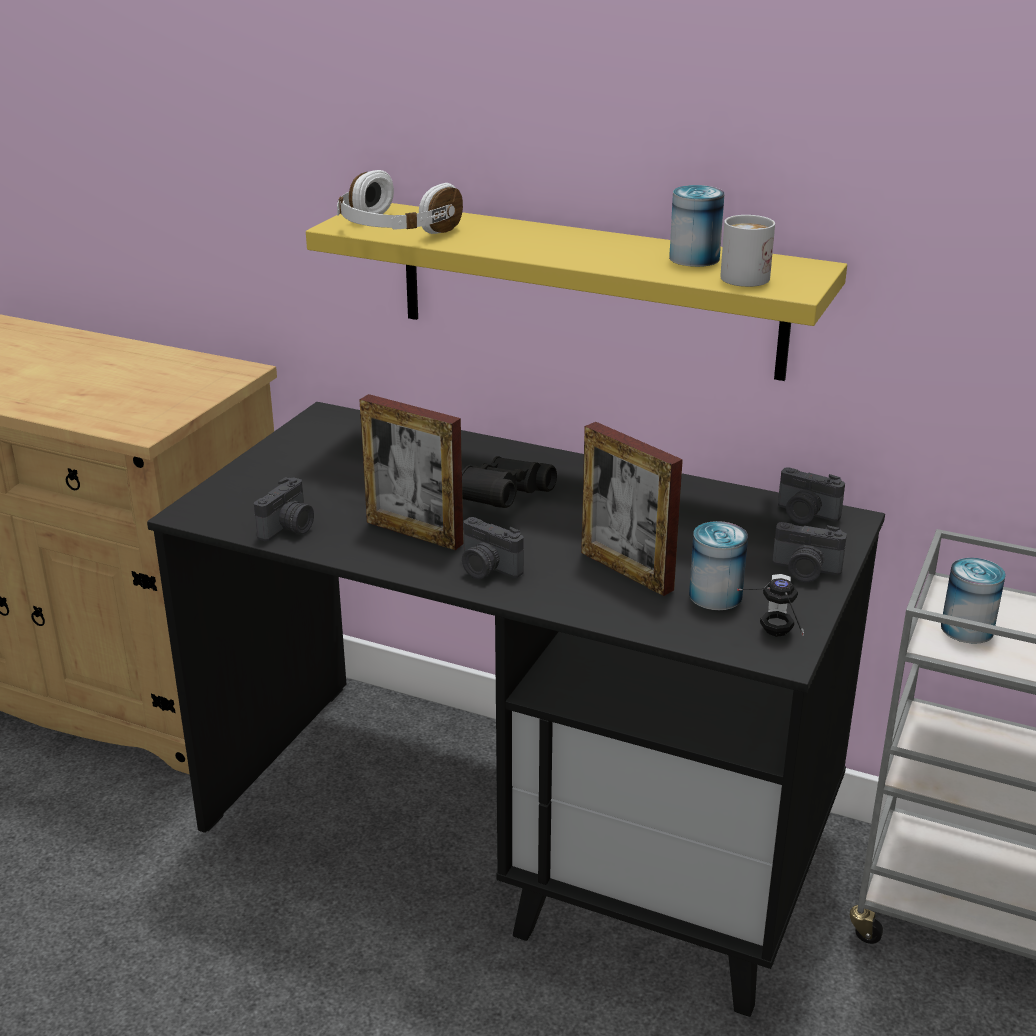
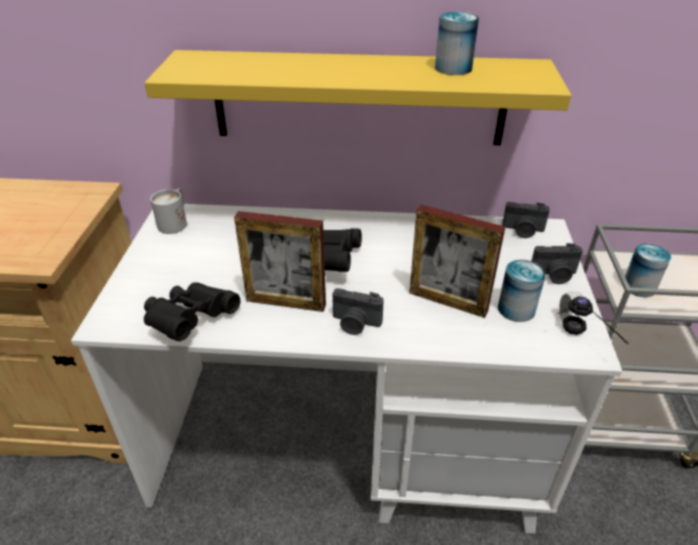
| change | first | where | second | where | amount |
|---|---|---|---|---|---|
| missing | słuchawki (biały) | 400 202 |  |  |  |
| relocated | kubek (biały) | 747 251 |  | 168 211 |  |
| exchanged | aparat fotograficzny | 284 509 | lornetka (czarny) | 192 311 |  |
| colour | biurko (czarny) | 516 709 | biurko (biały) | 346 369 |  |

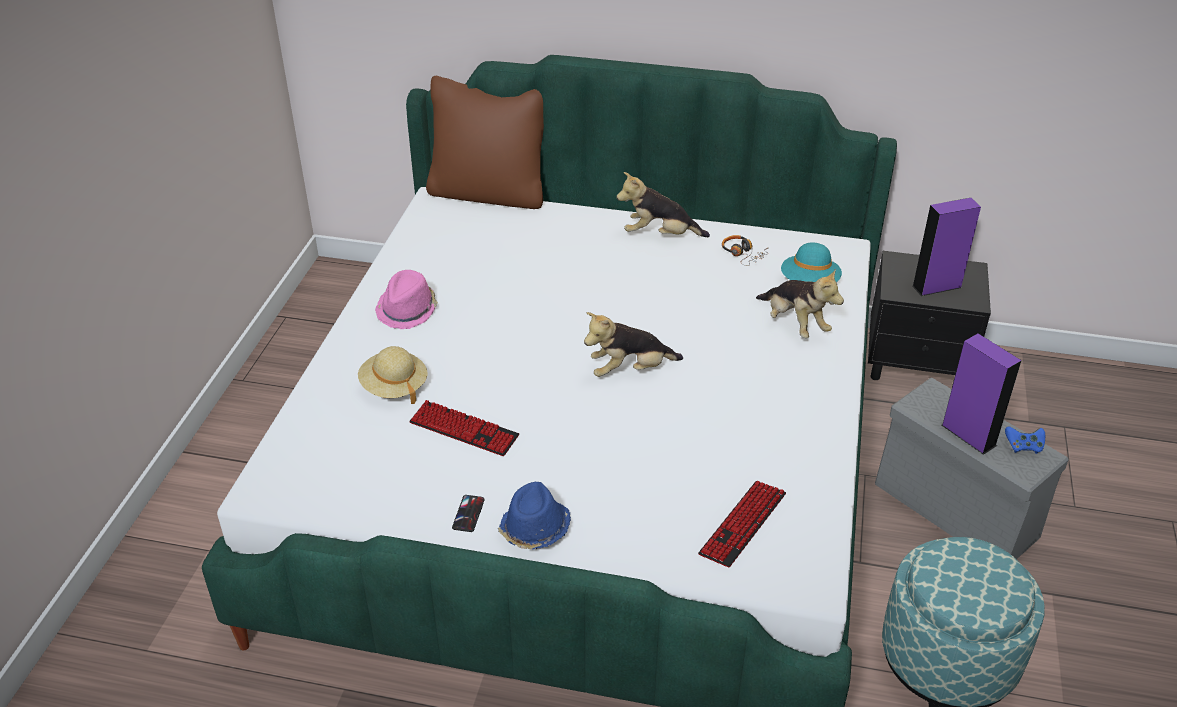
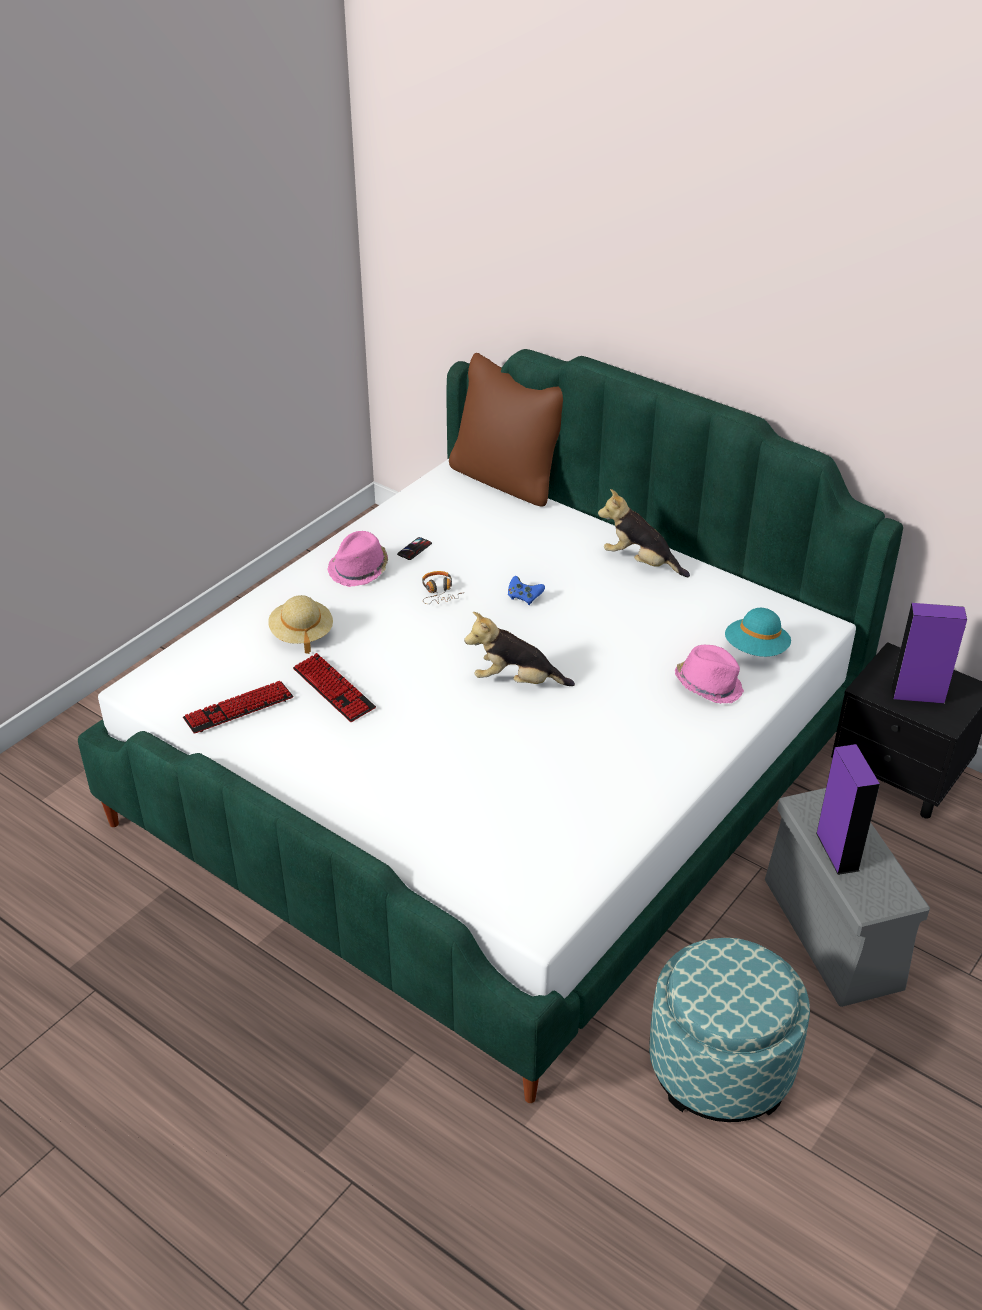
| change | first | where | second | where | amount |
|---|---|---|---|---|---|
| missing | kapelusz (niebieski) | 534 515 |  |  |  |
| relocated | telefon | 468 513 |  | 414 548 |  |
| relocated | klawiatura | 742 524 |  | 238 707 |  |
| relocated | słuchawki | 745 250 |  | 443 587 |  |
| relocated | pad do gier (niebieski) | 1025 440 |  | 526 590 |  |
| exchanged | pluszak | 800 303 | kapelusz (różowy) | 709 674 |  |

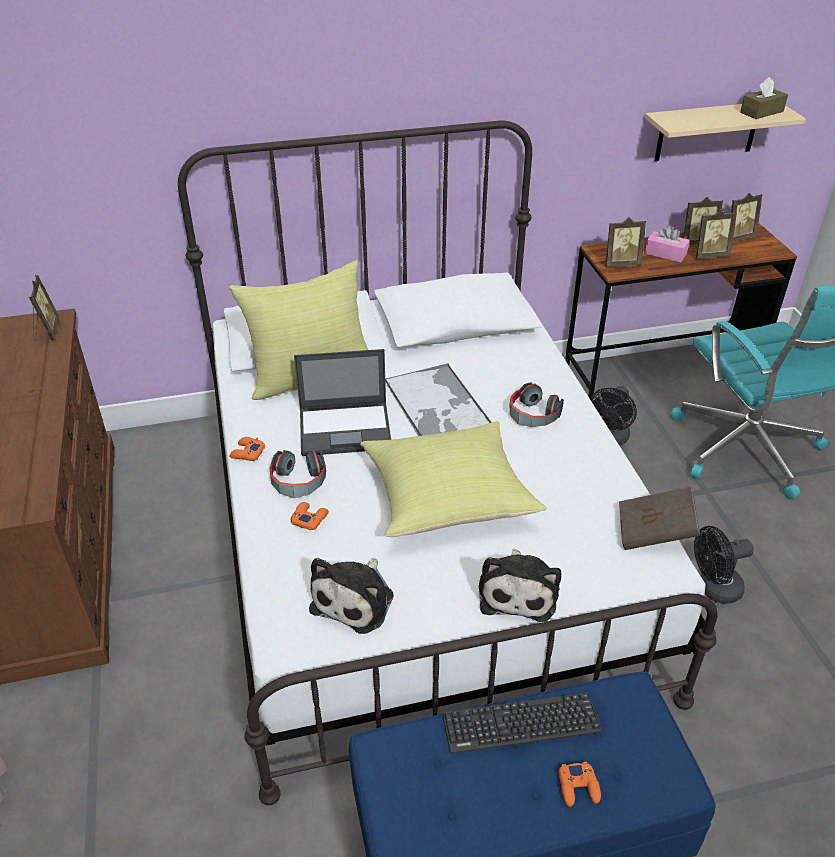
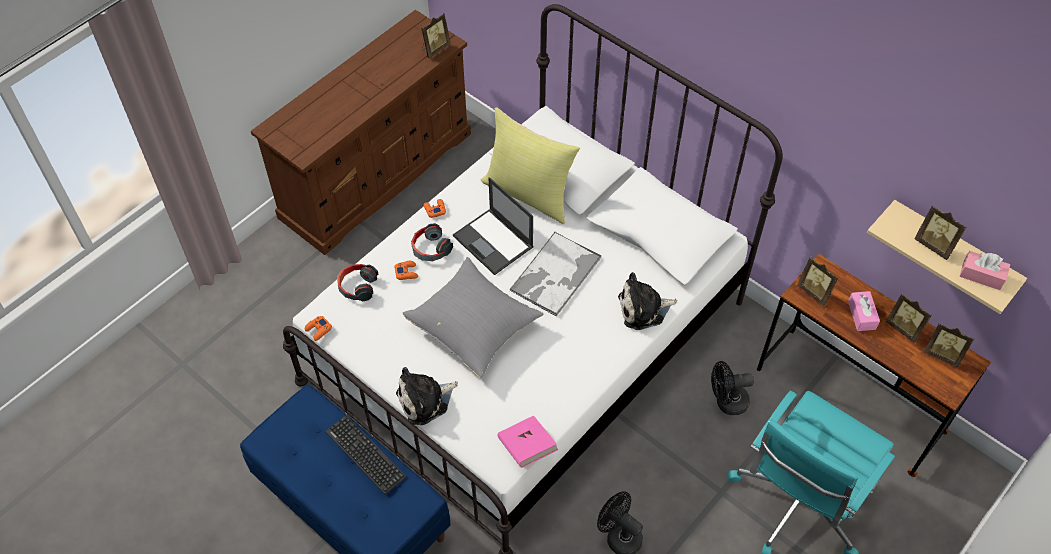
| change | first | where | second | where | amount |
|---|---|---|---|---|---|
| relocated | pluszak | 351 595 |  | 647 301 |  |
| relocated | słuchawki | 537 404 |  | 358 282 |  |
| relocated | pad do gier (pomarańczowy) | 580 784 |  | 318 328 |  |
| relocated | ramka na zdjęcie | 715 234 |  | 940 232 |  |
| colour | poduszka (żółty) | 453 479 | poduszka (szary) | 473 317 |  |
| colour | książka (brązowy) | 659 518 | książka (różowy) | 527 442 |  |
| colour | pudełko chusteczek (brązowy) | 764 98 | pudełko chusteczek (różowy) | 985 270 |  |

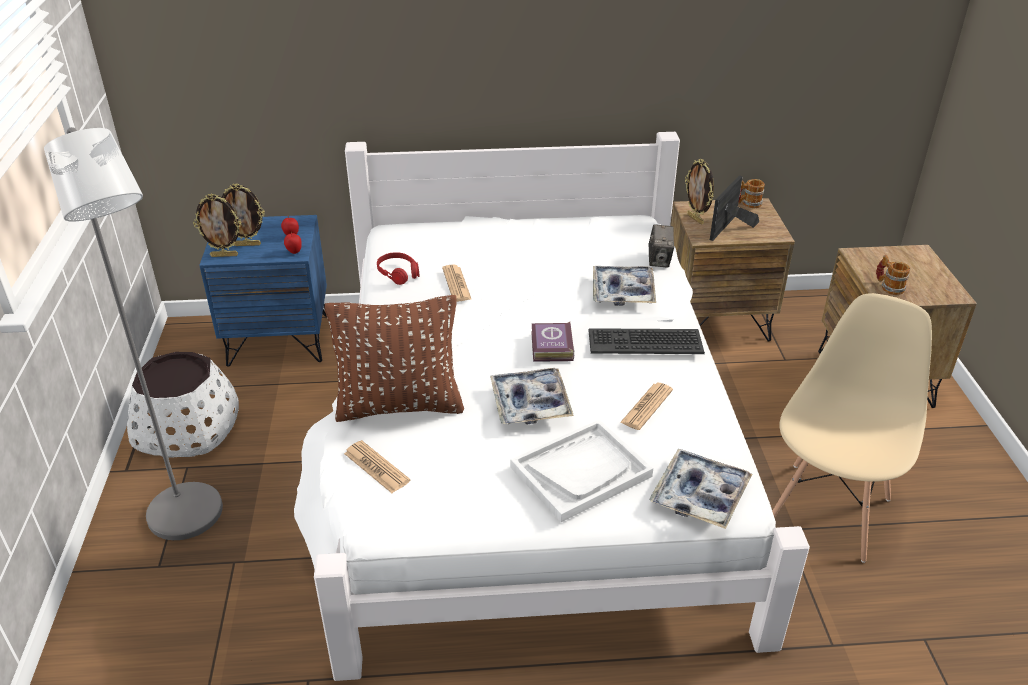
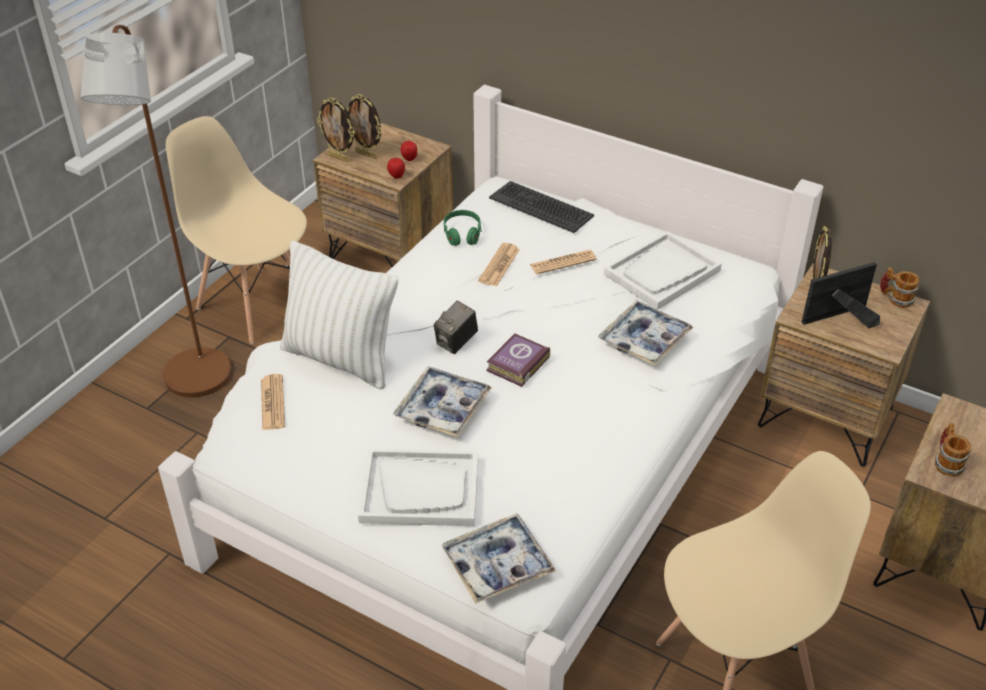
| change | first | where | second | where | amount |
|---|---|---|---|---|---|
| appeared |  |  | taca (biały) | 663 270 |  |
| relocated | klawiatura | 646 341 |  | 541 207 |  |
| relocated | gazeta | 646 406 |  | 563 262 |  |
| relocated | aparat fotograficzny | 661 246 |  | 456 327 |  |
| exchanged | donica (biały) | 183 405 | krzesło (beżowy) | 236 230 |  |
| colour | lampa stojąca (szary) | 133 333 | lampa stojąca (brązowy) | 156 211 |  |
| colour | szafka nocna (niebieski) | 263 291 | szafka nocna (brązowy) | 383 195 |  |
| colour | poduszka (brązowy) | 394 358 | poduszka (biały) | 339 315 |  |
| colour | słuchawki (czerwony) | 398 268 | słuchawki (zielony) | 463 228 |  |

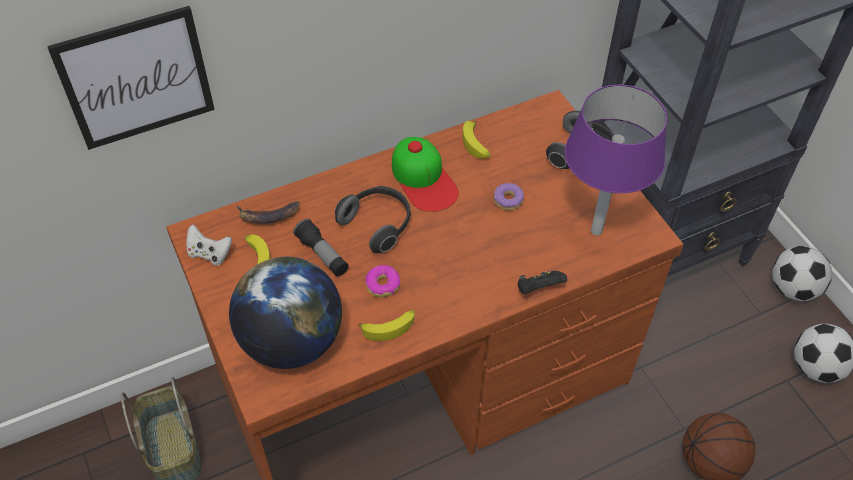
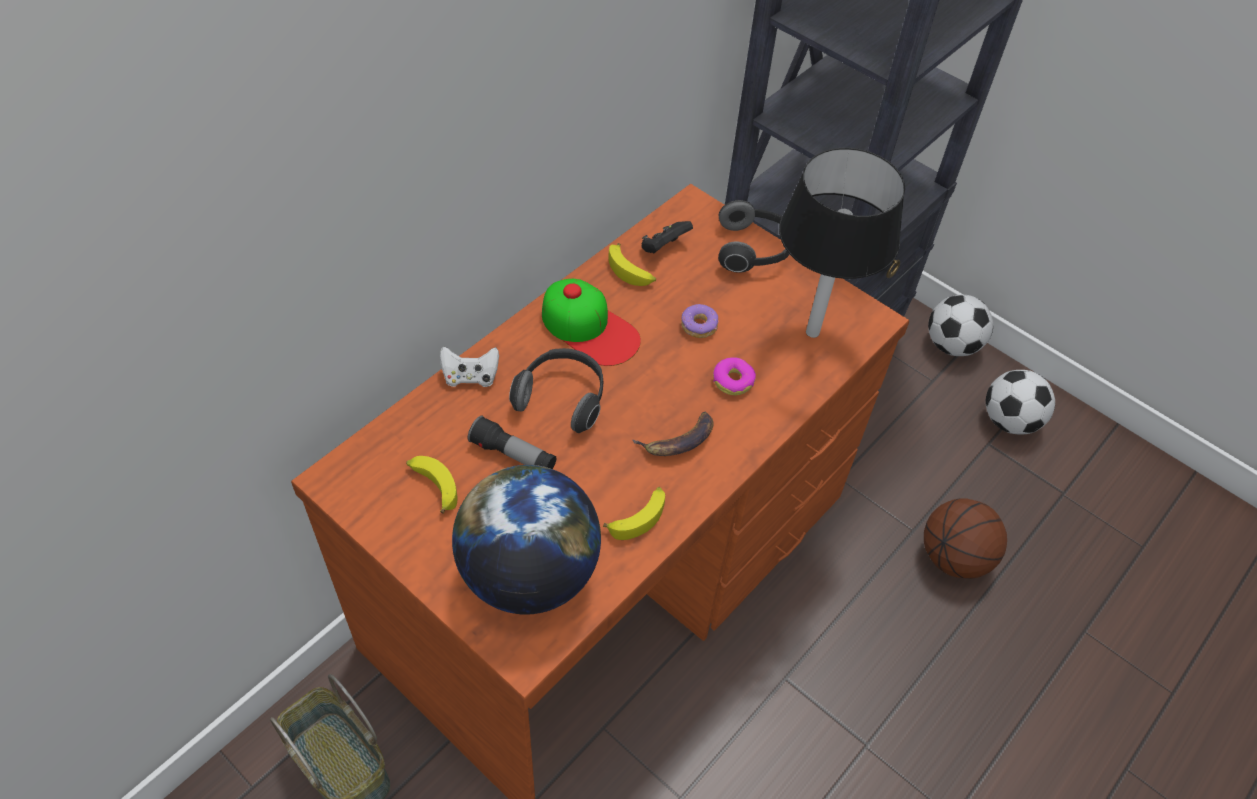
| change | first | where | second | where | amount |
|---|---|---|---|---|---|
| missing | obraz | 131 78 |  |  |  |
| relocated | pad do gier (biały) | 209 245 |  | 469 367 |  |
| relocated | banan | 268 212 |  | 673 434 |  |
| relocated | donut | 382 281 |  | 734 376 |  |
| relocated | pad do gier (czarny) | 542 282 |  | 667 237 |  |
| colour | lampa stołowa (fioletowy) | 615 160 | lampa stołowa (czarny) | 842 243 |  |

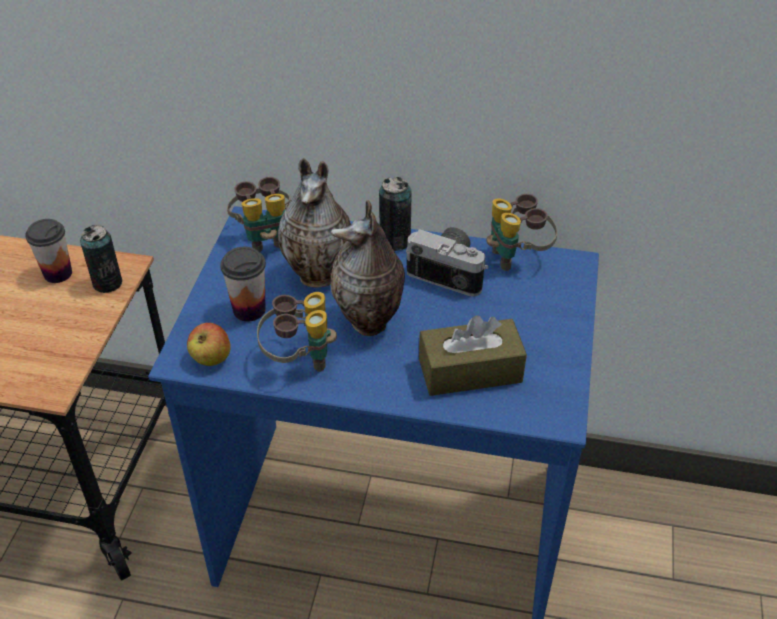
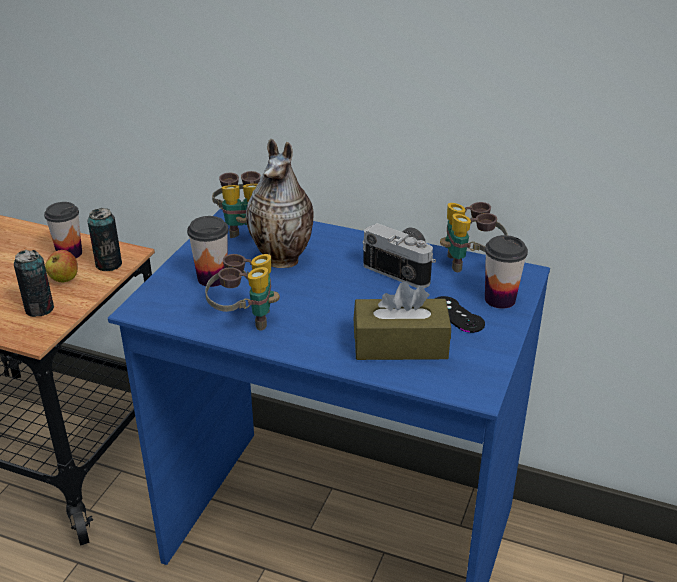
| change | first | where | second | where | amount |
|---|---|---|---|---|---|
| missing | wazon | 368 268 |  |  |  |
| appeared |  |  | pad do gier (czarny) | 459 314 |  |
| appeared |  |  | filiżanka | 506 272 |  |
| relocated | jabłko | 209 344 |  | 61 266 |  |
| relocated | puszka | 395 214 |  | 34 283 |  |

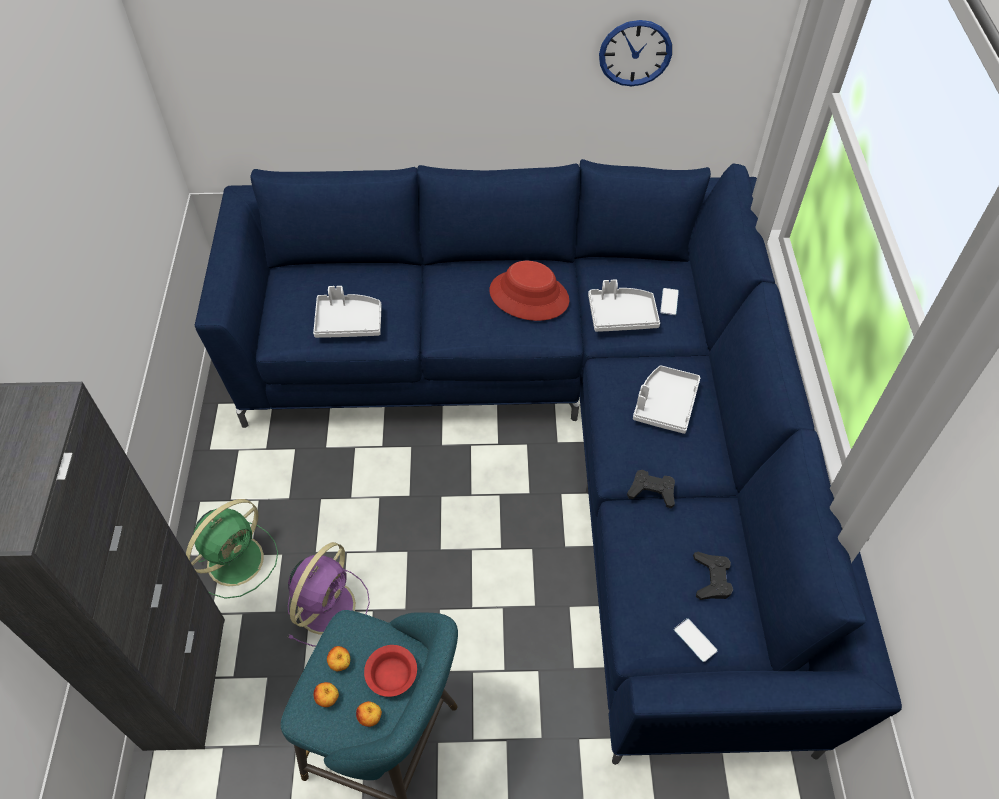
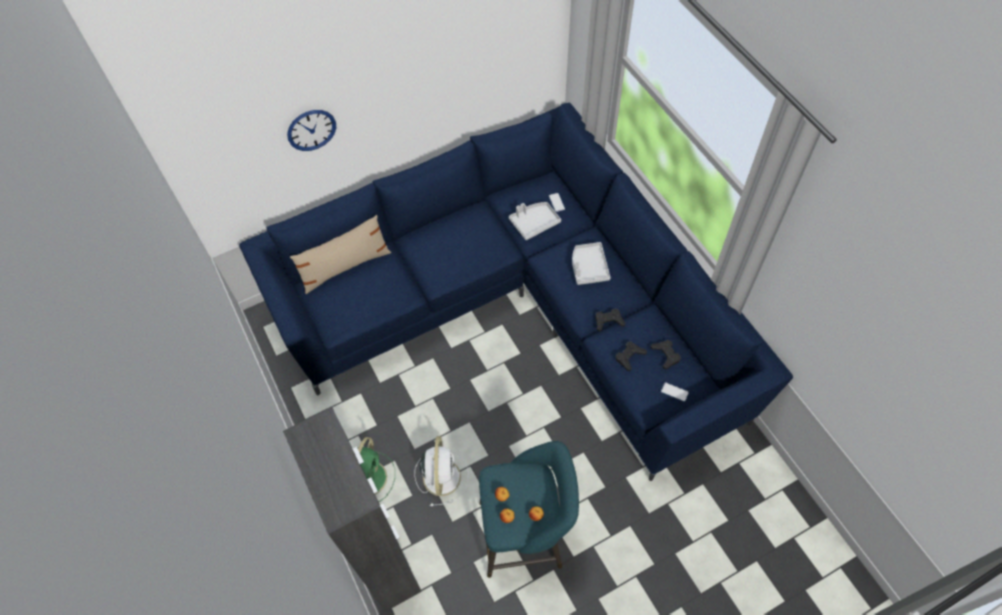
| change | first | where | second | where | amount |
|---|---|---|---|---|---|
| missing | taca (szary) | 347 312 |  |  |  |
| missing | miska (czerwony) | 390 671 |  |  |  |
| missing | kapelusz (czerwony) | 529 291 |  |  |  |
| appeared |  |  | poduszka (beżowy) | 340 254 |  |
| appeared |  |  | pad do gier (czarny) | 631 356 |  |
| relocated | zegar ścienny | 635 53 |  | 311 130 |  |
| colour | wentylator (fioletowy) | 328 594 | wentylator (biały) | 441 471 |  |

